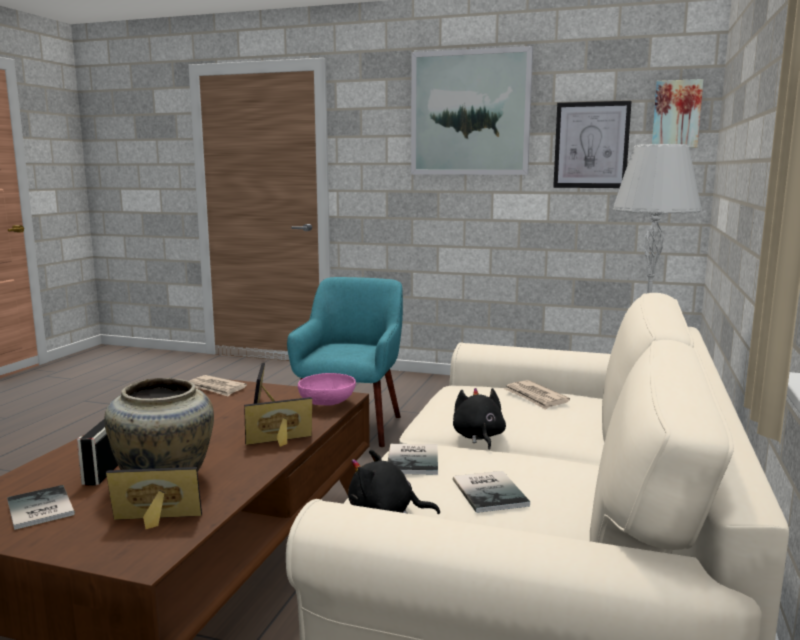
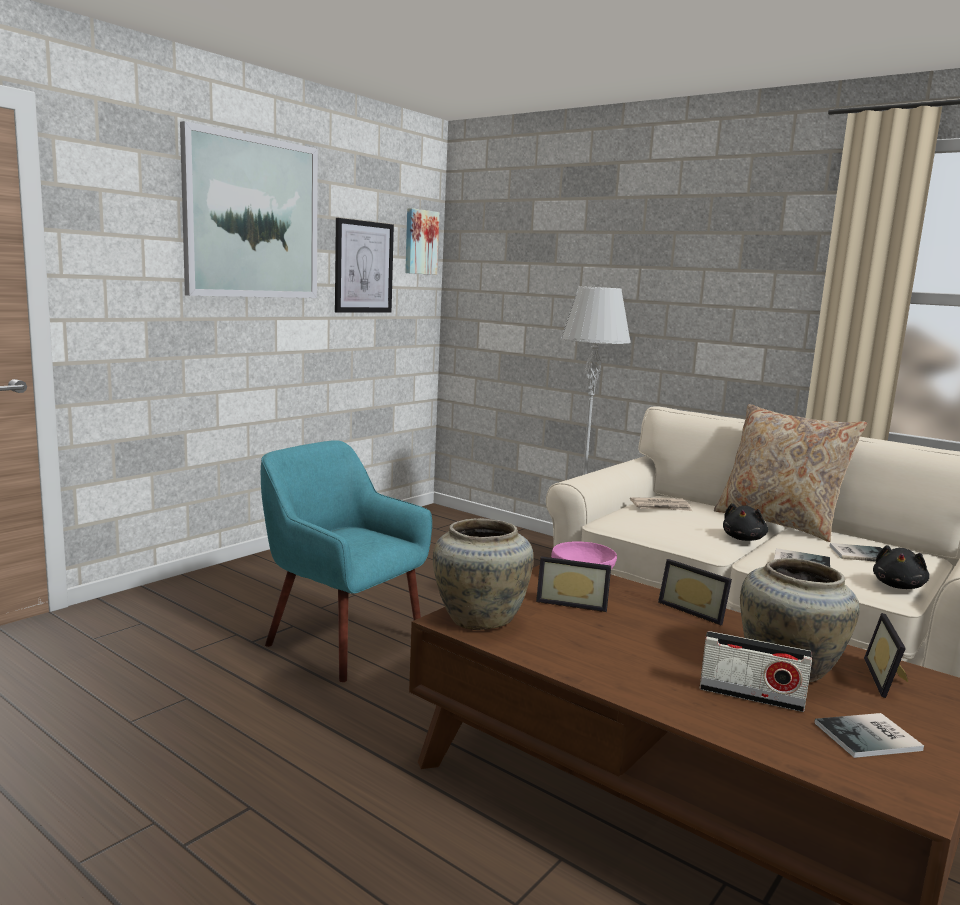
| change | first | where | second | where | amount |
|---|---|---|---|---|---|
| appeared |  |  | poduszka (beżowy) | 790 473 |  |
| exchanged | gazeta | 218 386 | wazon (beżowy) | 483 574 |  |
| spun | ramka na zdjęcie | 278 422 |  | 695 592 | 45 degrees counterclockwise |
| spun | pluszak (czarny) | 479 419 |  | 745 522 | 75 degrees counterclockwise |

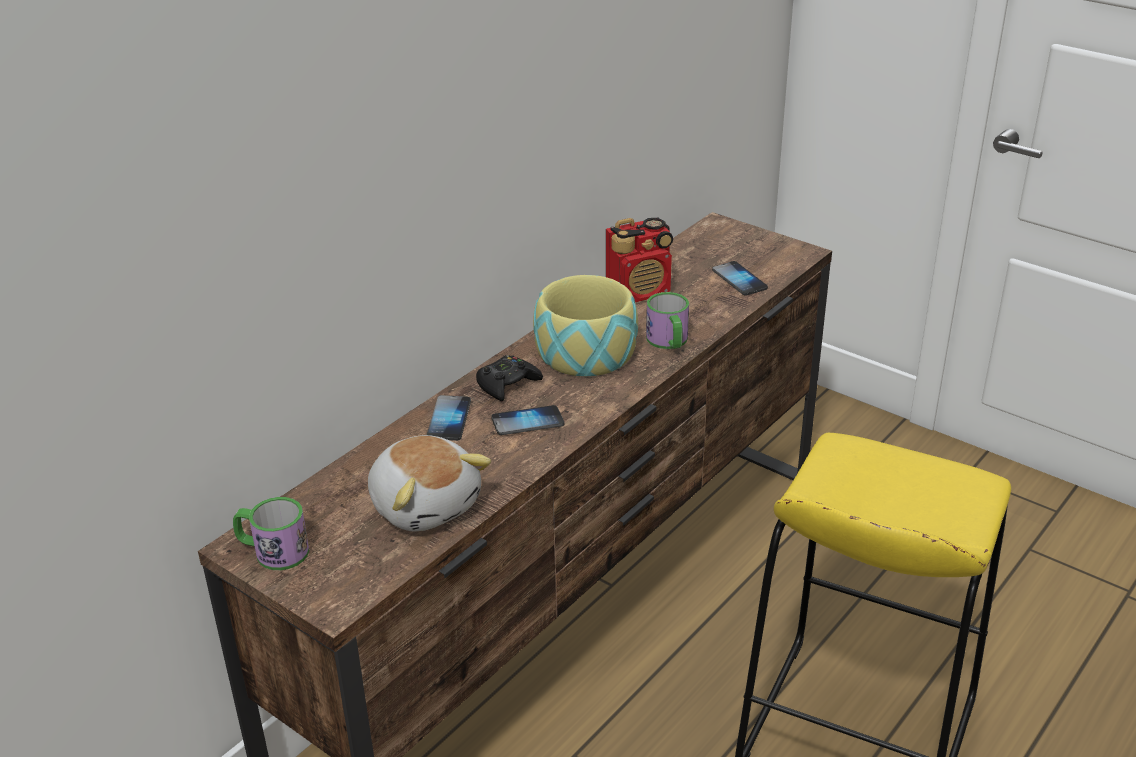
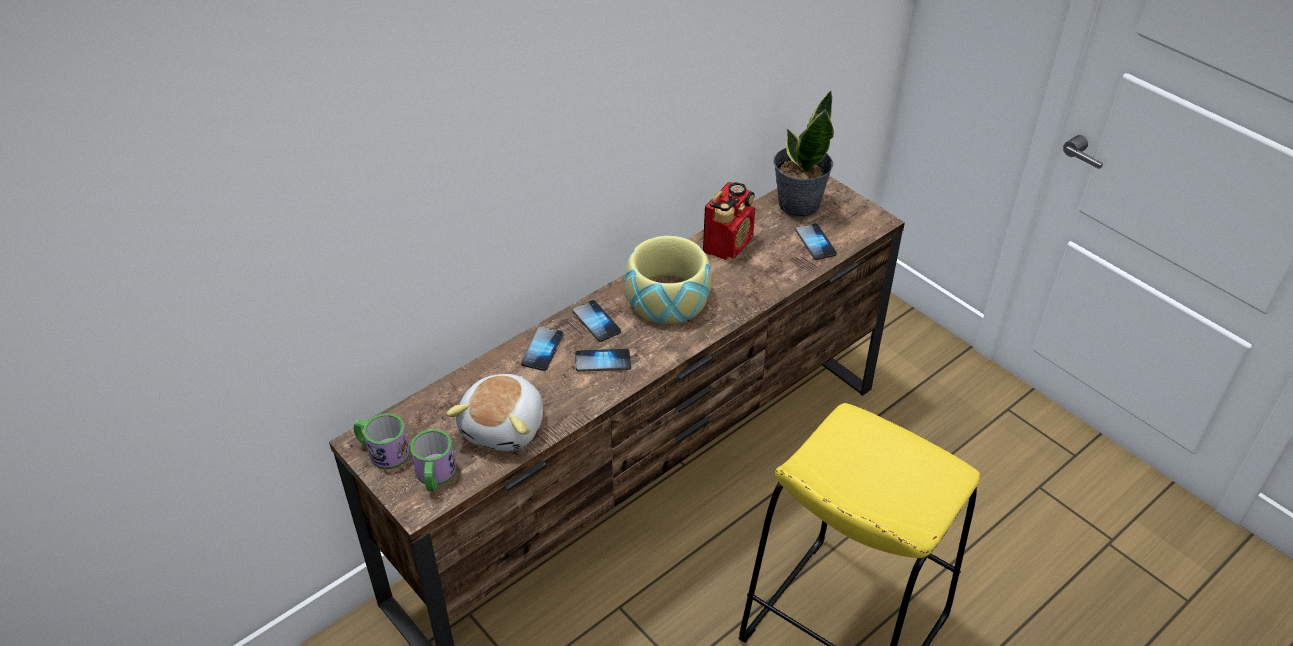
| change | first | where | second | where | amount |
|---|---|---|---|---|---|
| appeared |  |  | roślina doniczkowa | 803 154 |  |
| relocated | kubek | 667 320 |  | 433 460 |  |
| exchanged | pad do gier (czarny) | 509 378 | telefon | 597 321 |  |
| spun | pluszak | 429 483 |  | 494 412 | 45 degrees clockwise |
| spun | radio | 639 260 |  | 729 221 | 45 degrees counterclockwise |

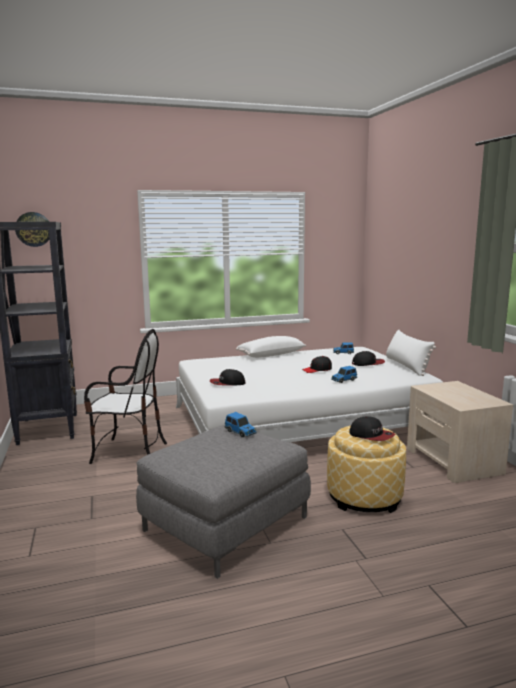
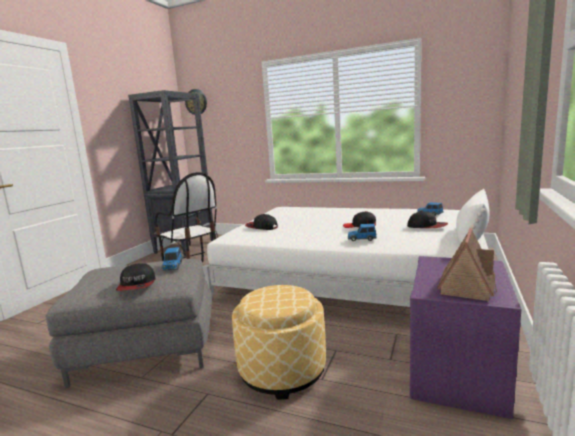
| change | first | where | second | where | amount |
|---|---|---|---|---|---|
| missing | poduszka (biały) | 271 347 |  |  |  |
| appeared |  |  | domek | 467 264 |  |
| relocated | czapka z daszkiem | 372 429 |  | 135 277 |  |
| colour | szafka nocna (beżowy) | 460 432 | szafka nocna (fioletowy) | 465 337 |  |

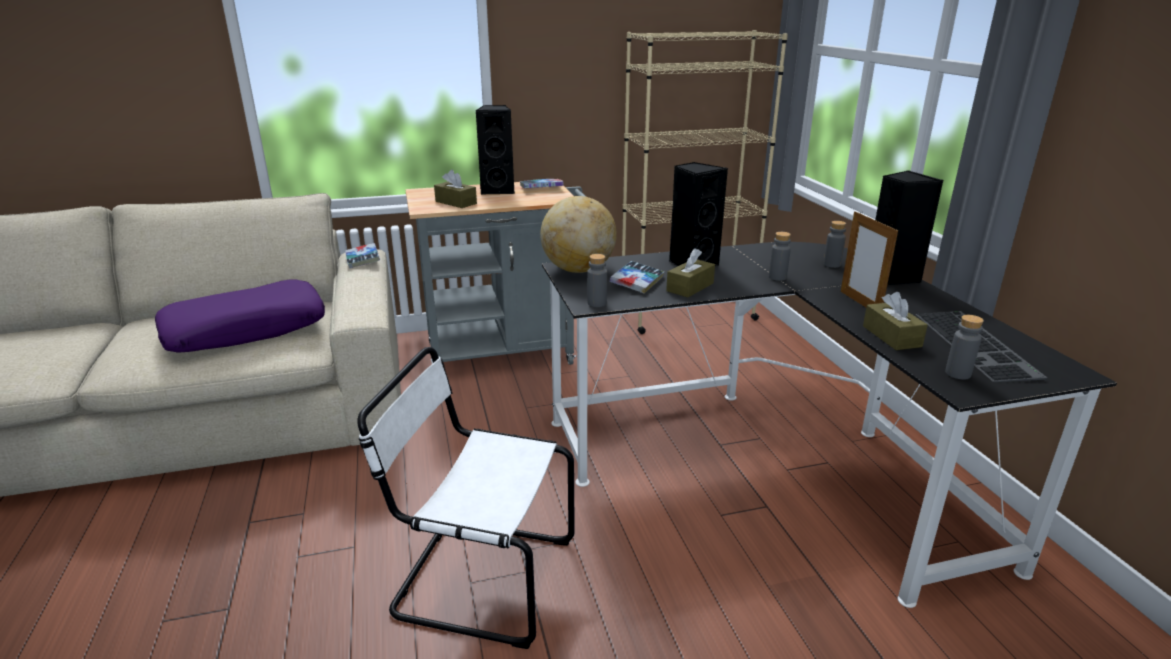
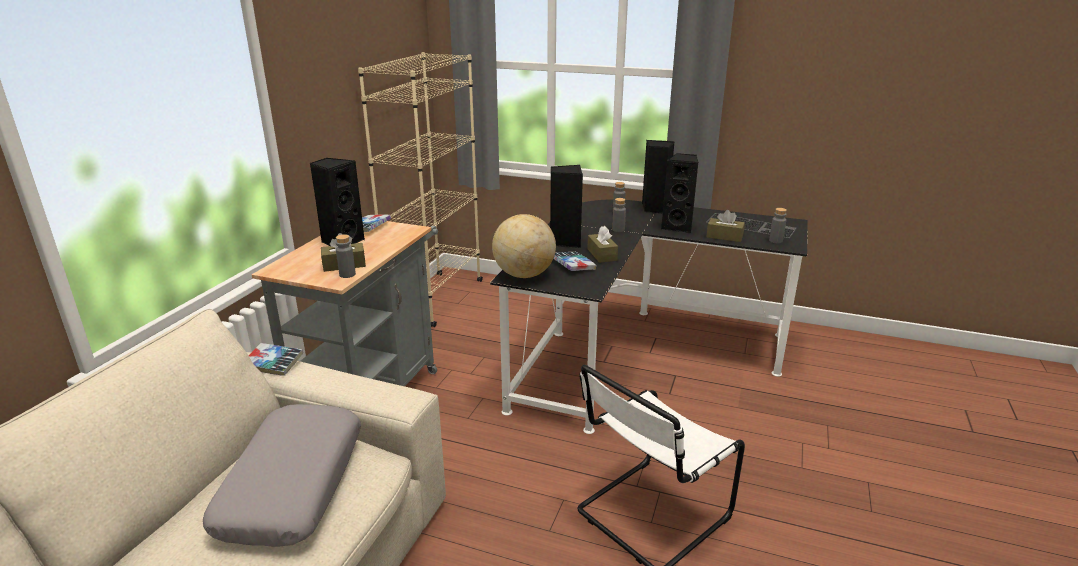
| change | first | where | second | where | amount |
|---|---|---|---|---|---|
| relocated | butelka (szary) | 597 280 |  | 346 256 |  |
| exchanged | ramka na zdjęcie | 869 259 | głośnik (czarny) | 680 193 |  |
| colour | poduszka (fioletowy) | 240 316 | poduszka (szary) | 282 475 |  |

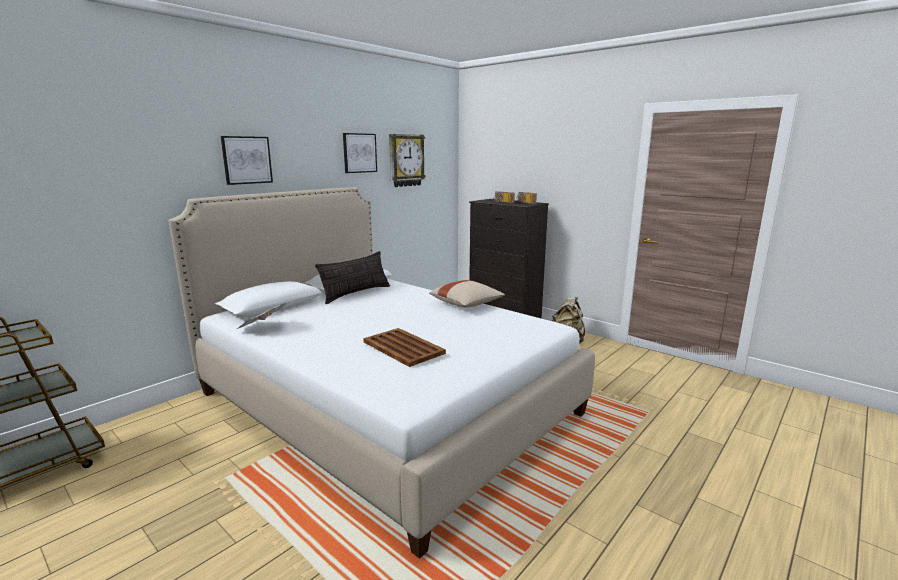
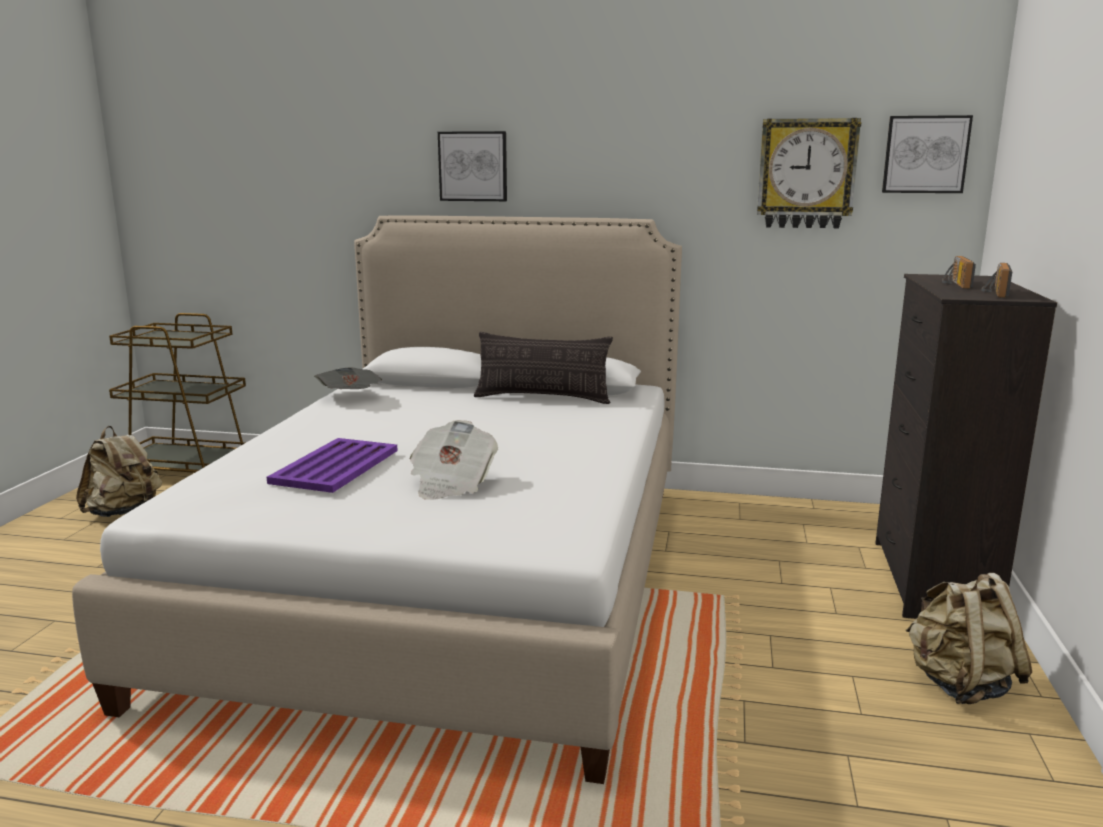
| change | first | where | second | where | amount |
|---|---|---|---|---|---|
| missing | poduszka (beżowy) | 467 293 |  |  |  |
| appeared |  |  | plecak (beżowy) | 119 471 |  |
| appeared |  |  | gazeta | 454 460 |  |
| relocated | obraz | 360 153 |  | 927 154 |  |
| colour | taca (brązowy) | 404 347 | taca (fioletowy) | 332 465 |  |

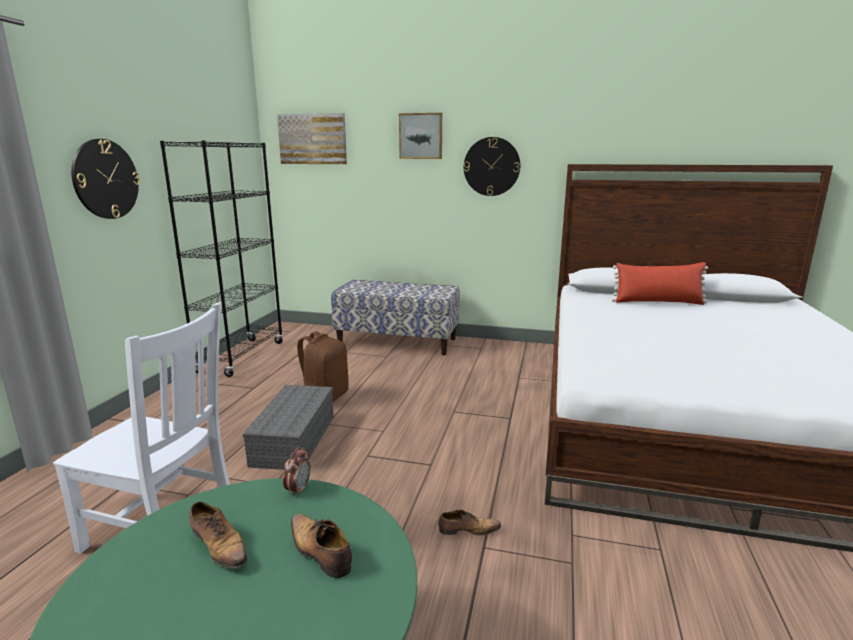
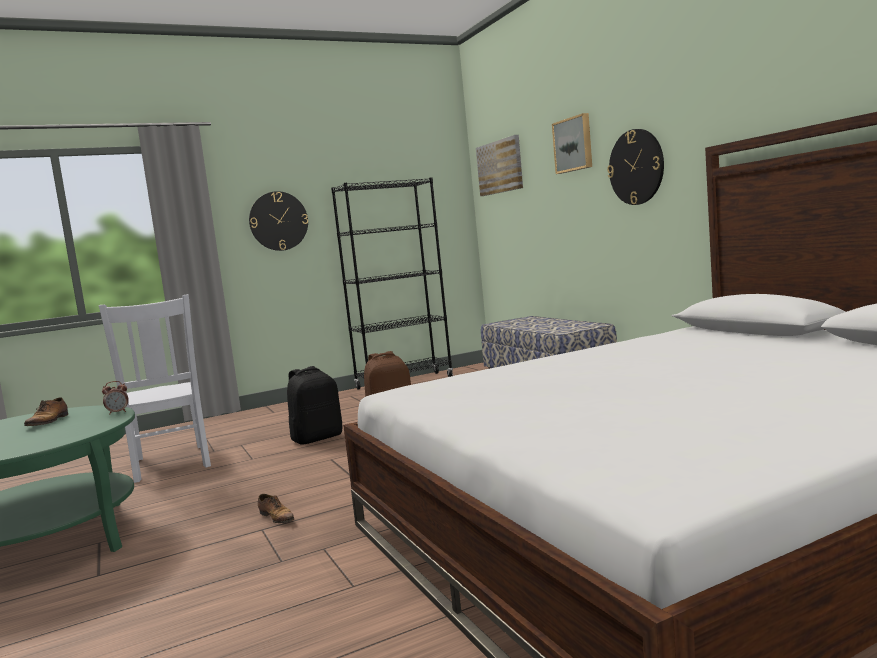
| change | first | where | second | where | amount |
|---|---|---|---|---|---|
| missing | but | 321 546 |  |  |  |
| missing | poduszka (czerwony) | 660 283 |  |  |  |
| exchanged | pojemnik do przechowywania (szary) | 288 427 | plecak (czarny) | 315 405 |  |

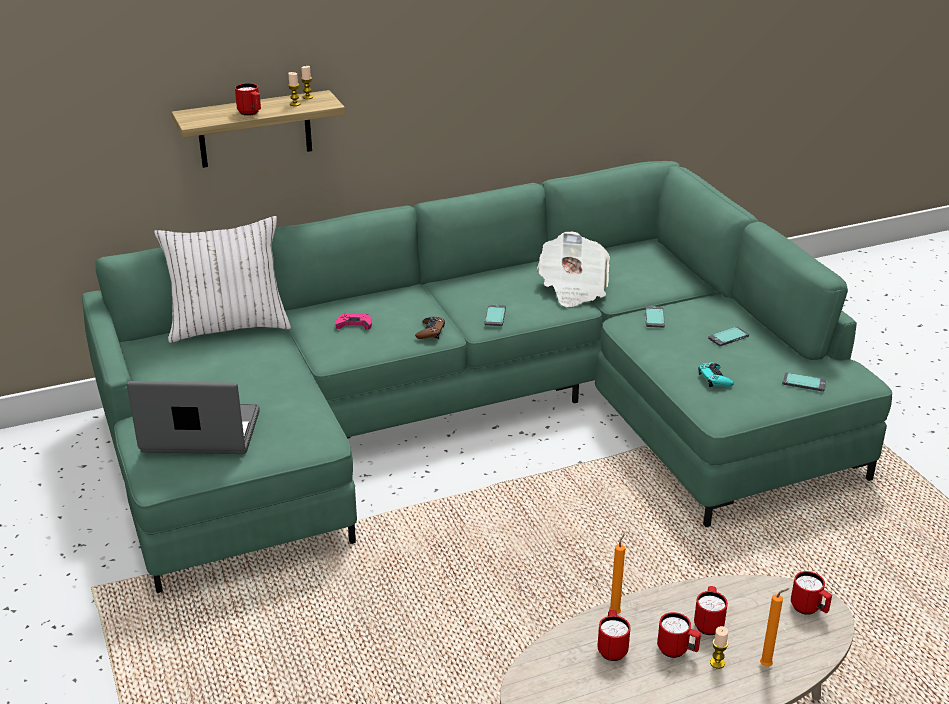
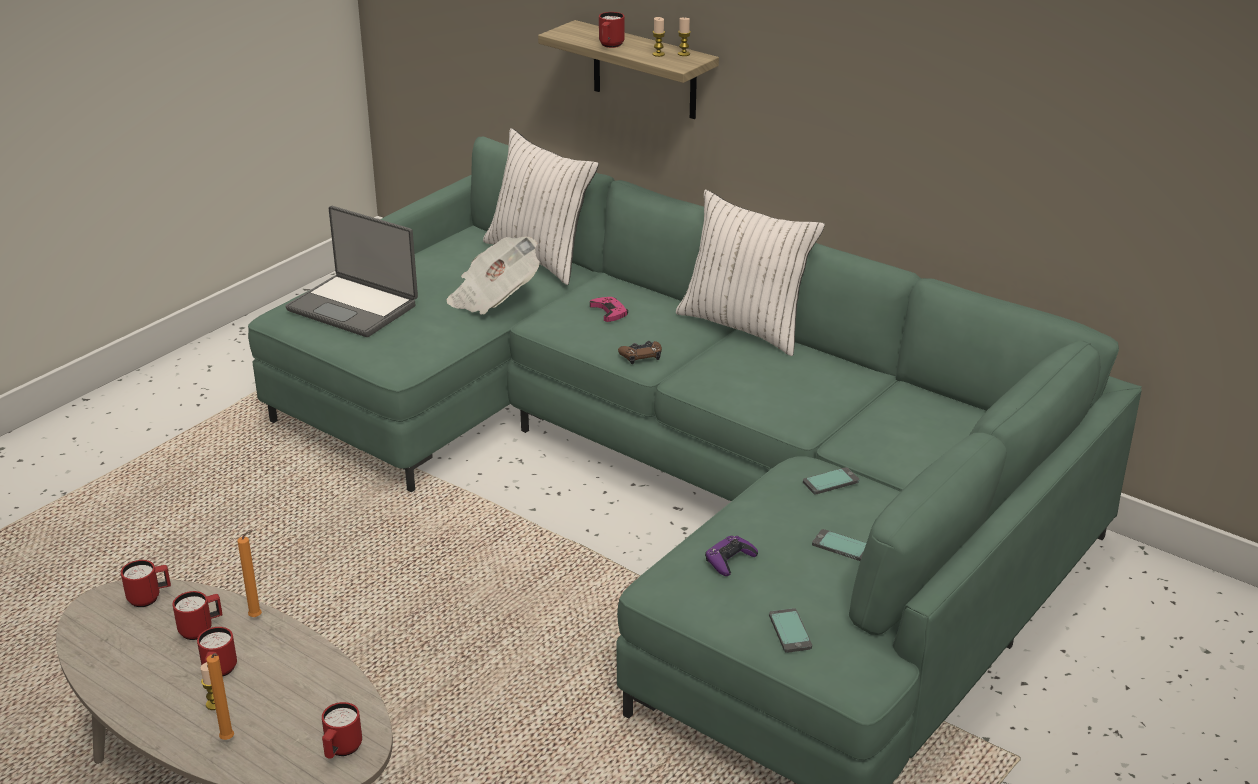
| change | first | where | second | where | amount |
|---|---|---|---|---|---|
| missing | telefon | 495 315 |  |  |  |
| appeared |  |  | poduszka (biały) | 750 273 |  |
| relocated | gazeta | 573 269 |  | 493 276 |  |
| relocated | kubek (czerwony) | 711 610 |  | 146 583 |  |
| colour | pad do gier (turkusowy) | 716 374 | pad do gier (fioletowy) | 731 556 |  |
| spun | laptop | 193 417 |  | 352 271 | 150 degrees clockwise |

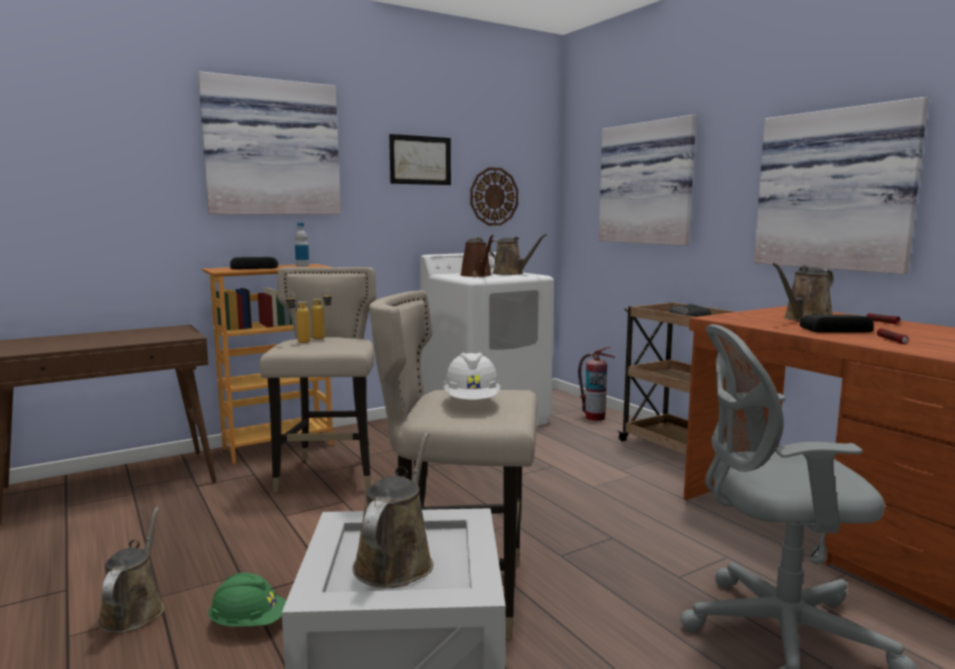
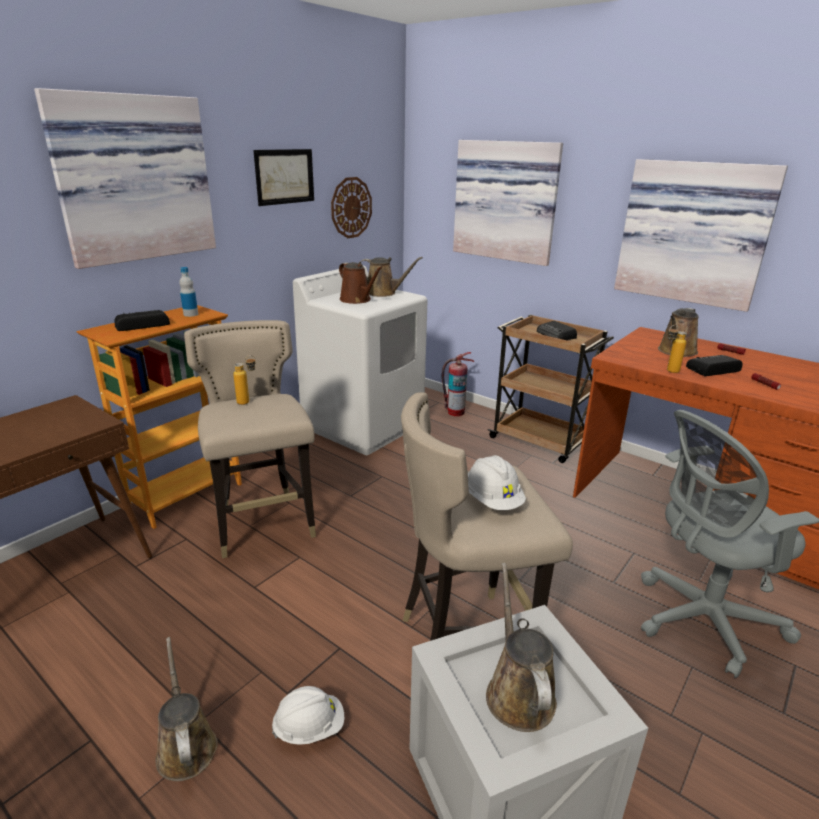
| change | first | where | second | where | amount |
|---|---|---|---|---|---|
| relocated | butelka | 297 318 |  | 677 349 |  |
| colour | kask (zielony) | 247 599 | kask (biały) | 308 715 |  |

